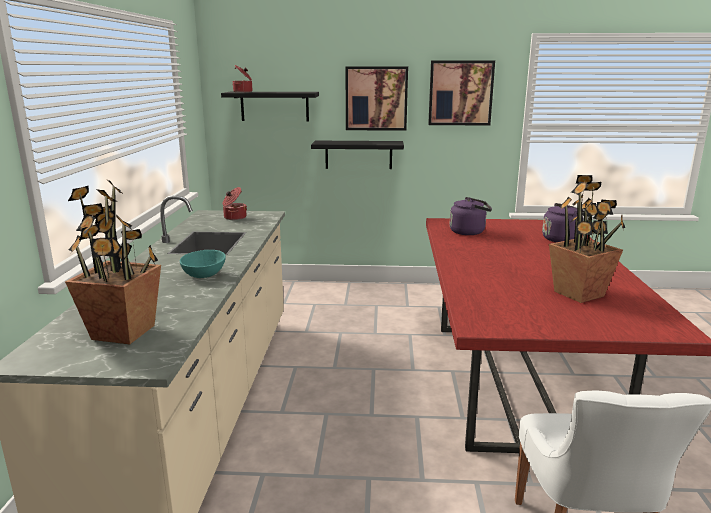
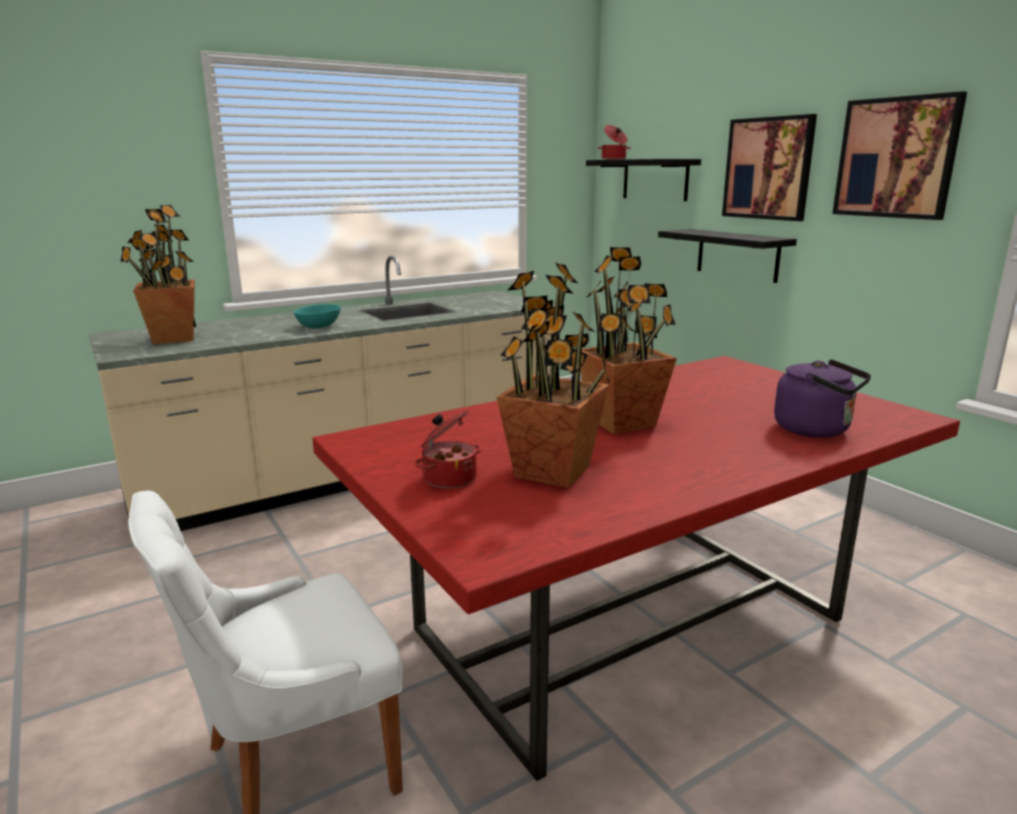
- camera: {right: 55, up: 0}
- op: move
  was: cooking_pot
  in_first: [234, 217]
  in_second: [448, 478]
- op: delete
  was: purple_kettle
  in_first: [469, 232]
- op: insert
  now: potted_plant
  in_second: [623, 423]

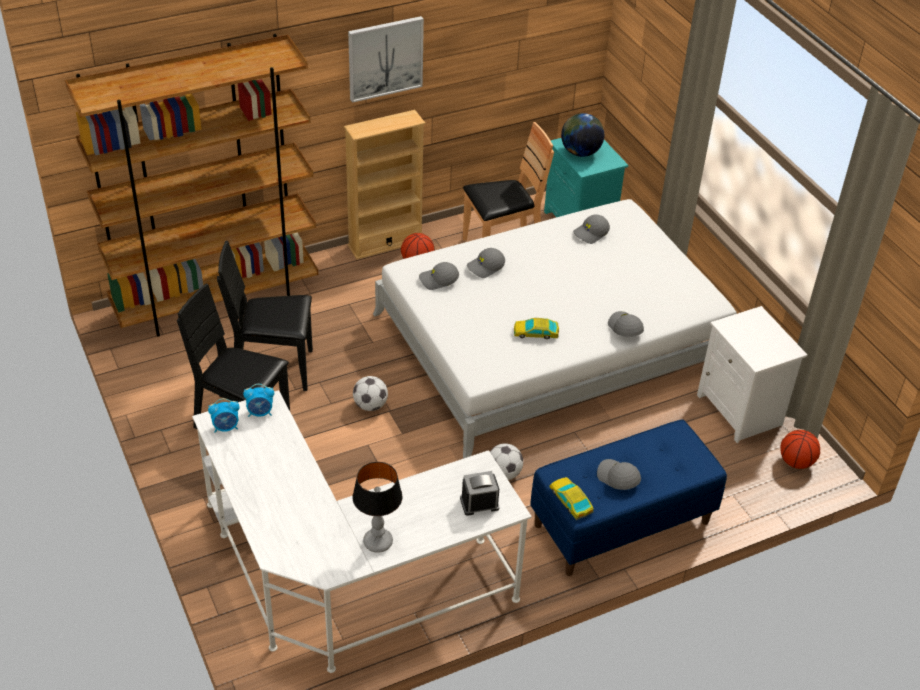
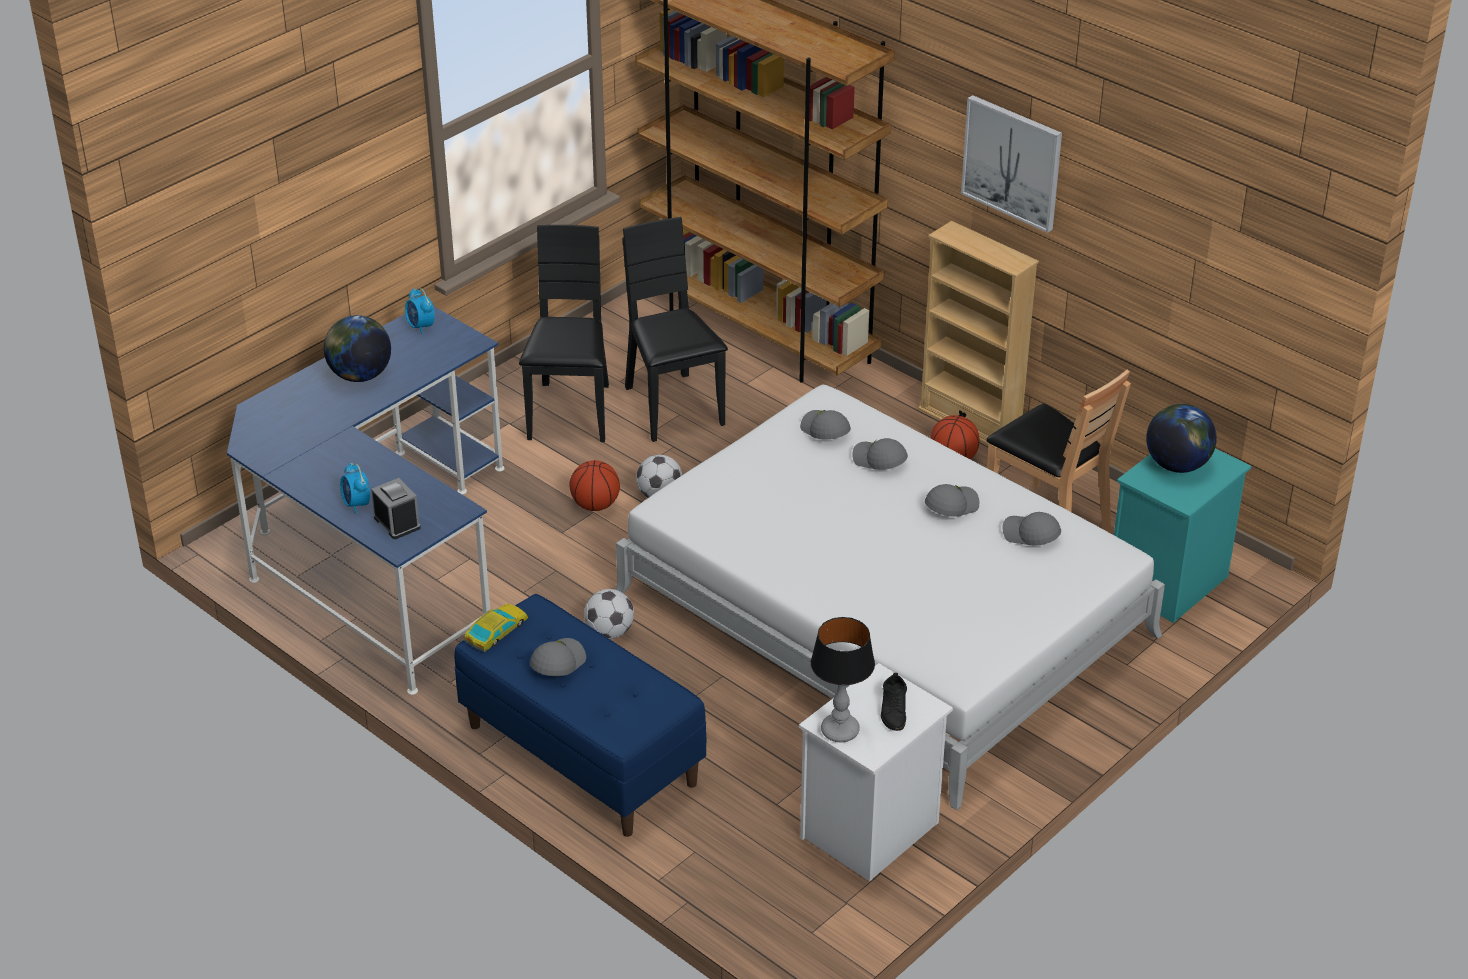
- camera: {right: 70, up: -5}
- op: recolor
  was: white_desk
  now: blue_desk
  in_first: [344, 580]
  in_second: [378, 553]
- op: move
  was: alarm_clock
  in_first: [260, 412]
  in_second: [356, 504]
- op: move
  was: table_lamp
  in_first: [377, 542]
  in_second: [839, 731]
- op: delete
  was: toy_car
  in_first: [536, 333]
- op: move
  was: grey_cap
  in_first: [624, 328]
  in_second: [951, 505]
- op: move
  was: basketball
  in_first: [796, 462]
  in_second: [595, 505]
- op: insert
  now: globe
  in_second: [360, 375]
- op: insert
  now: black_shoe
  in_second: [893, 709]

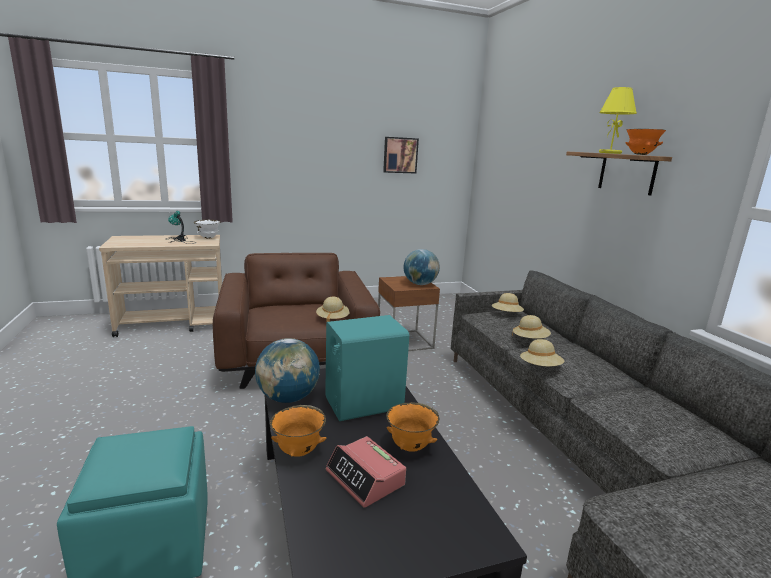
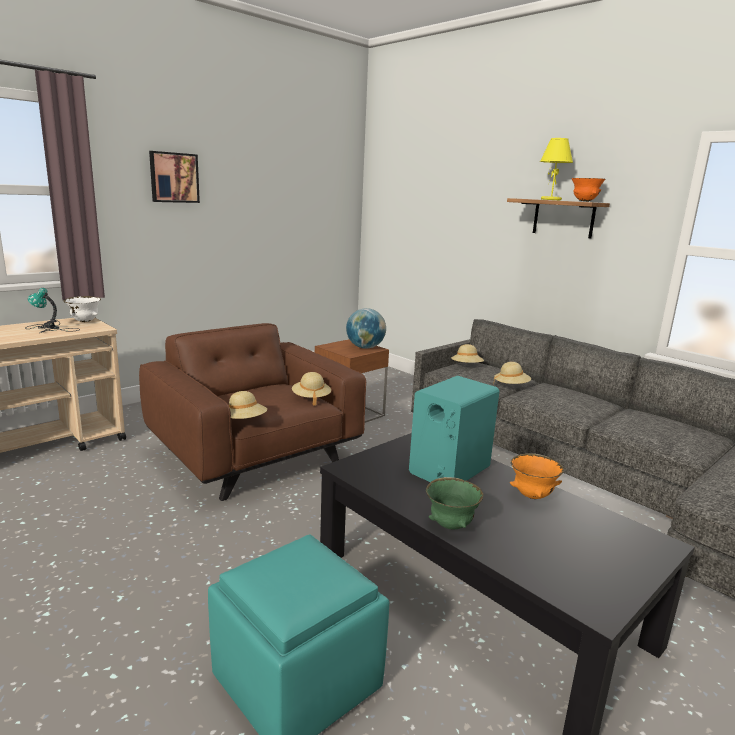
- camera: {right: -25, up: 0}
- op: delete
  was: globe
  in_first: [288, 398]
- op: recolor
  was: orange_bowl
  now: green_bowl
  in_first: [299, 452]
  in_second: [451, 525]
- op: delete
  was: alarm_clock
  in_first: [365, 478]
- op: move
  was: picture
  in_first: [400, 155]
  in_second: [174, 177]
- op: move
  was: beige_hat
  in_first: [540, 367]
  in_second: [244, 421]

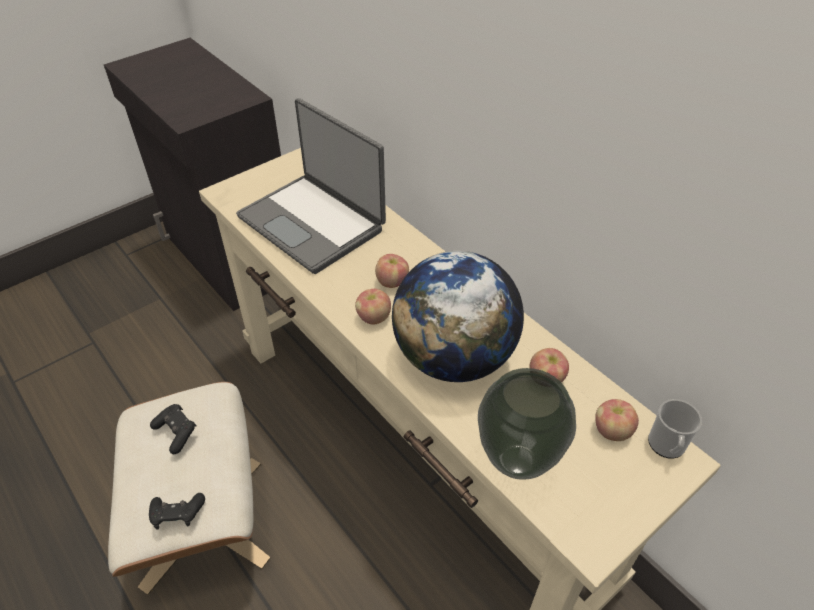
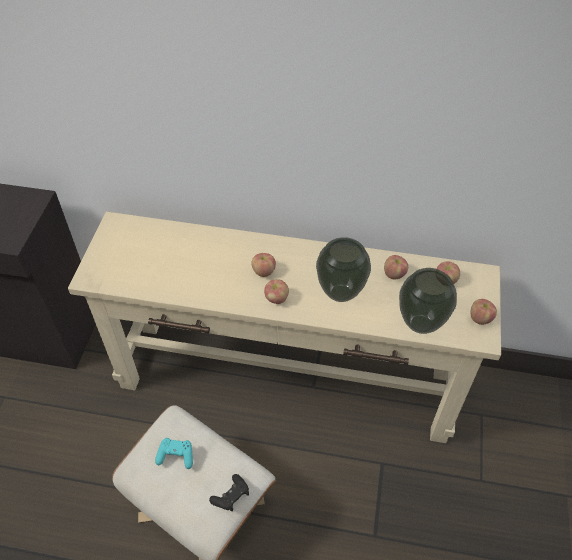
- camera: {right: -40, up: 5}
- op: recolor
  was: black_game_controller
  now: turquoise_game_controller
  in_first: [177, 432]
  in_second: [176, 456]
- op: delete
  was: laptop
  in_first: [313, 223]
- op: replace
  was: globe
  now: vase
  in_first: [454, 358]
  in_second: [341, 293]
- op: delete
  was: mug
  in_first: [667, 447]
- op: insert
  now: apple
  in_second: [480, 318]

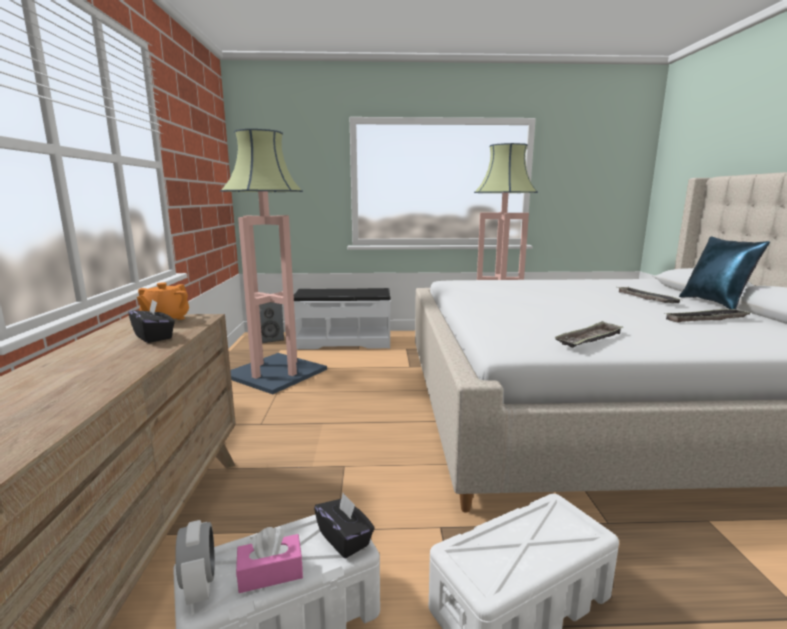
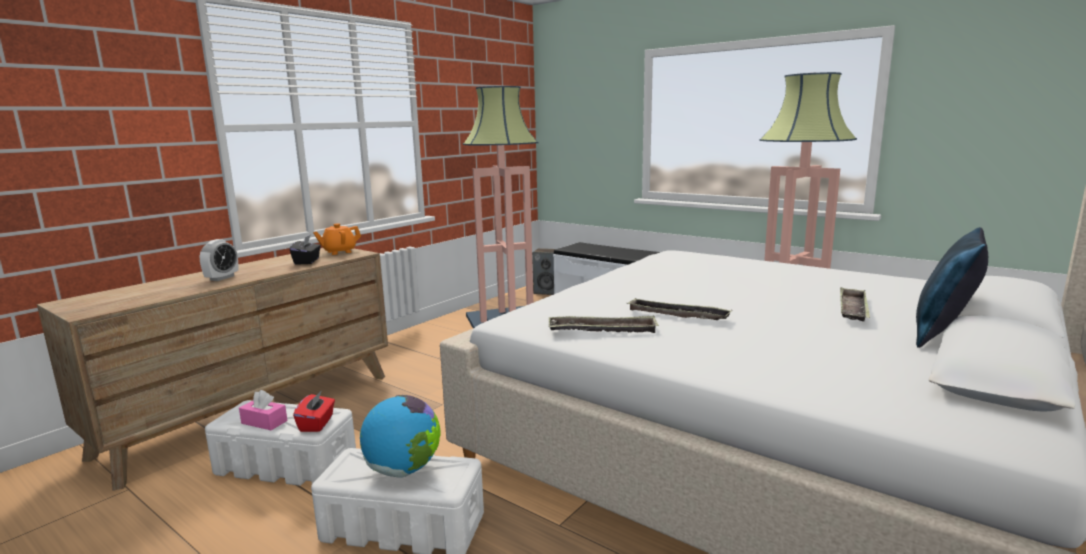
- camera: {right: 40, up: 0}
- op: move
  was: alarm_clock
  in_first: [200, 586]
  in_second: [222, 278]
- op: recolor
  was: black_tissue_box
  now: red_tissue_box
  in_first: [344, 539]
  in_second: [317, 424]
- op: move
  was: tray
  in_first: [706, 319]
  in_second: [677, 315]
- op: insert
  now: globe
  in_second: [403, 470]

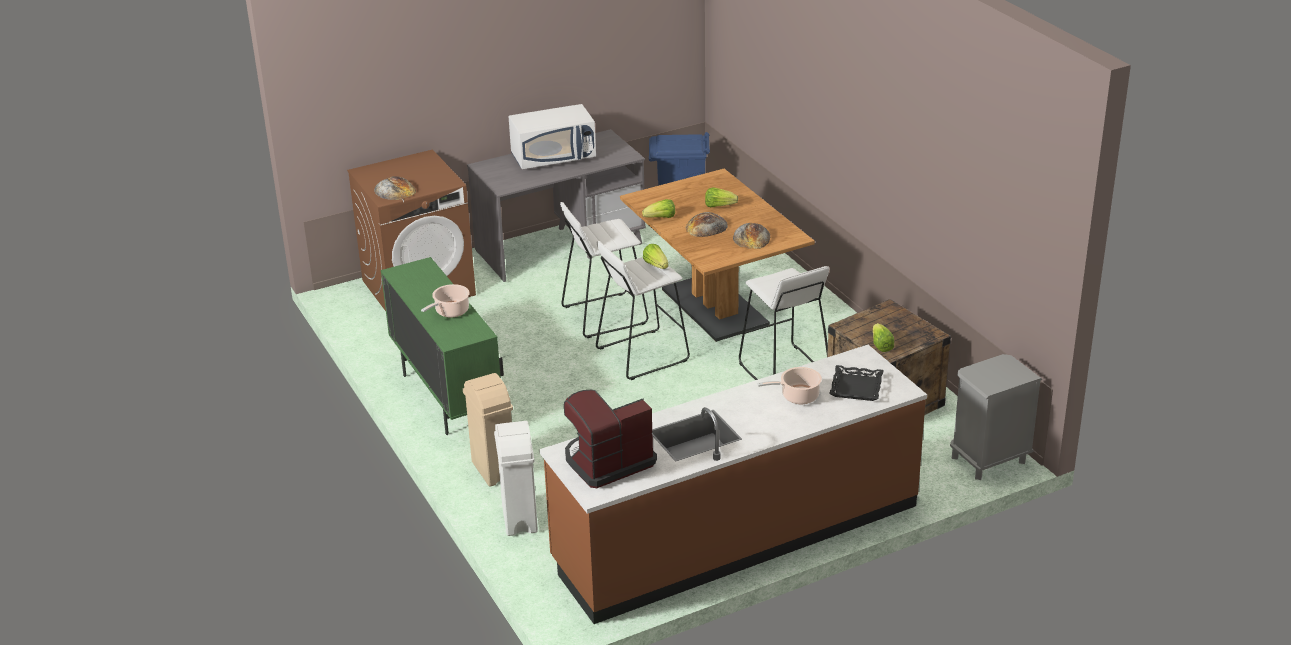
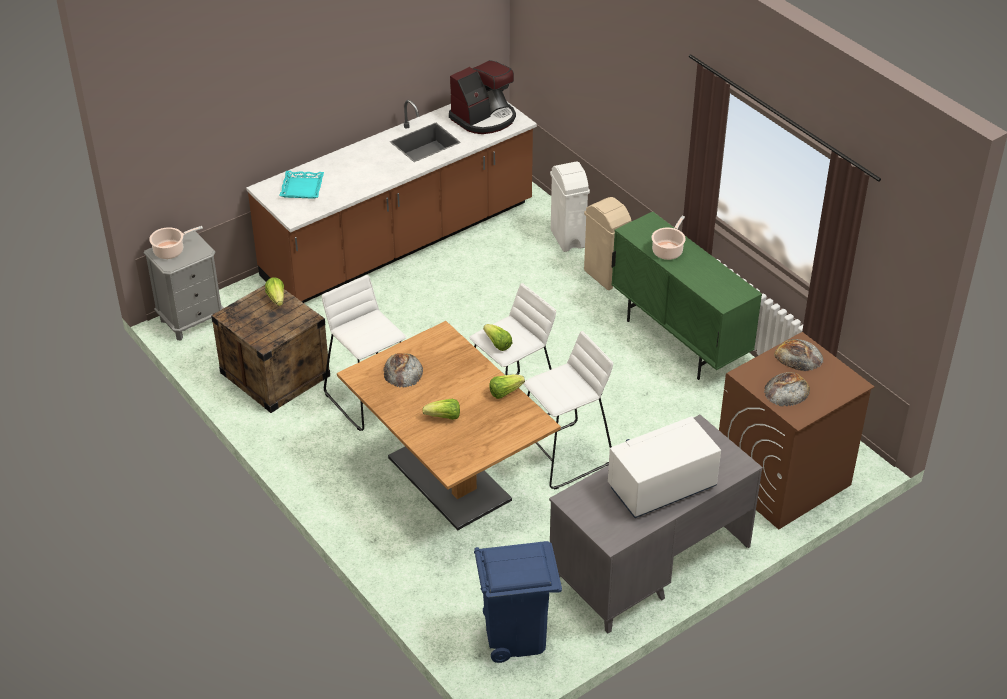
- camera: {right: 170, up: 10}
- op: move
  was: bread
  in_first: [706, 227]
  in_second: [787, 390]
- op: move
  was: cooking_pot
  in_first: [797, 396]
  in_second: [171, 251]
- op: recolor
  was: black_tray
  now: turquoise_tray
  in_first: [855, 387]
  in_second: [302, 188]

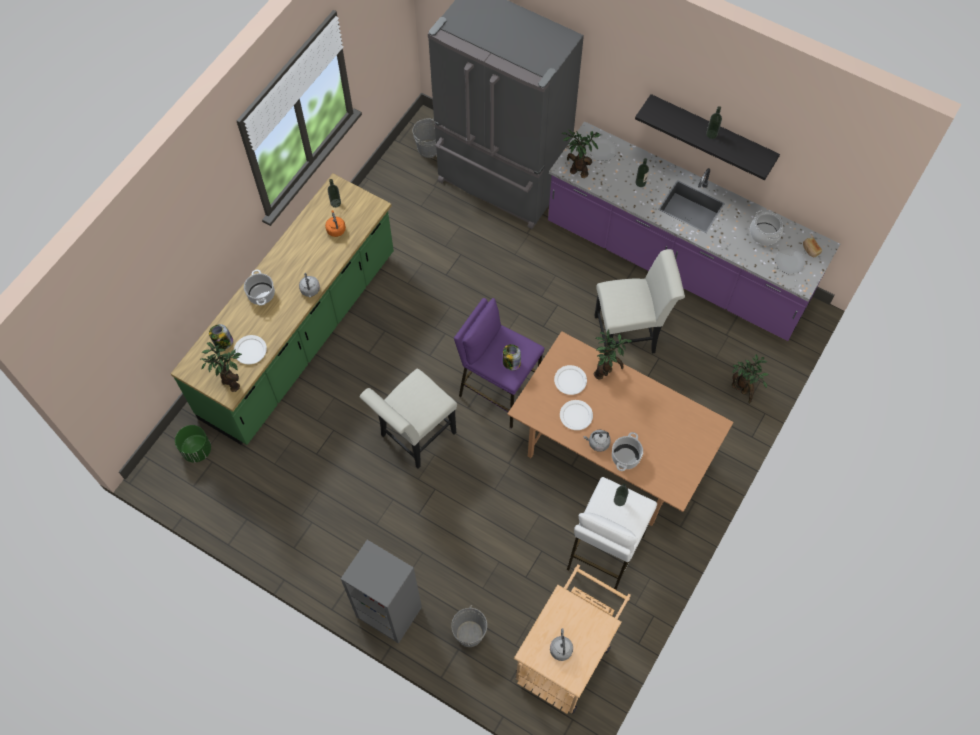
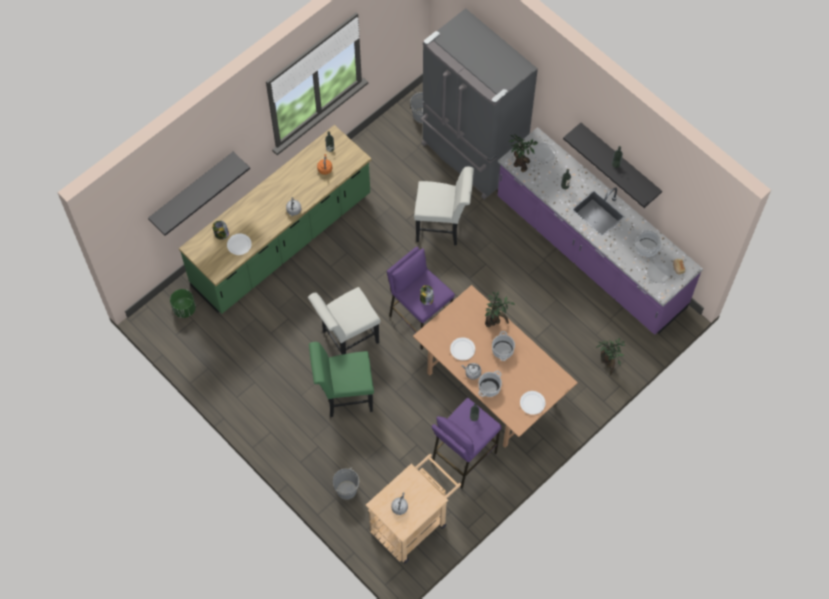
- camera: {right: 15, up: 0}
- op: delete
  was: potted_plant
  in_first: [230, 381]
- op: move
  was: cooking_pot
  in_first: [261, 294]
  in_second: [502, 350]
- op: delete
  was: grey_bookcase
  in_first: [388, 612]
- op: move
  was: white_plate
  in_first: [570, 380]
  in_second: [532, 403]
- op: recolor
  was: white_stool
  now: purple_stool
  in_first: [604, 552]
  in_second: [463, 457]
- op: move
  was: white_chair
  in_first: [630, 333]
  in_second: [442, 226]
- op: insert
  now: black_shelf
  in_second: [192, 190]
- op: insert
  now: green_chair
  in_second: [344, 395]

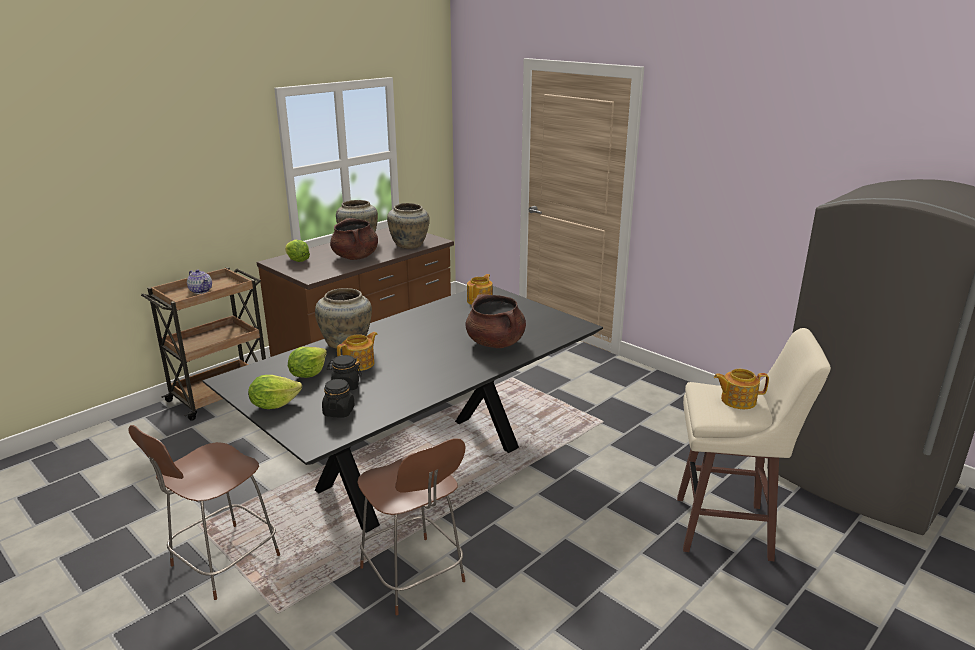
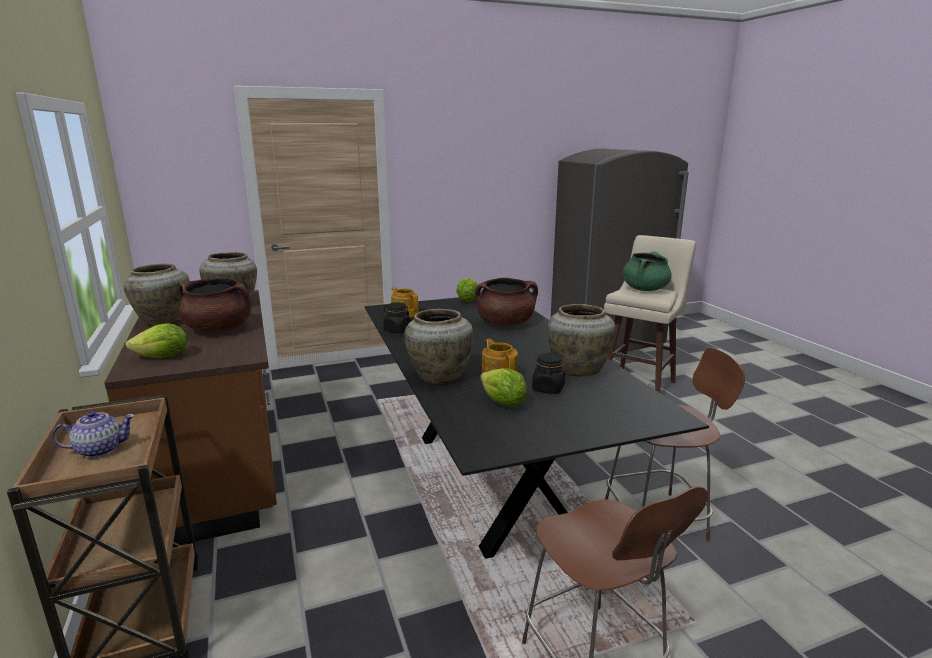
- camera: {right: -65, up: -5}
- op: move
  was: lettuce
  in_first: [274, 405]
  in_second: [467, 301]
- op: move
  was: black_jar
  in_first: [339, 411]
  in_second: [397, 330]
- op: replace
  was: teapot
  now: green_cooking_pot
  in_first: [737, 400]
  in_second: [645, 289]
- op: insert
  now: beige_vase
  in_second: [578, 369]

